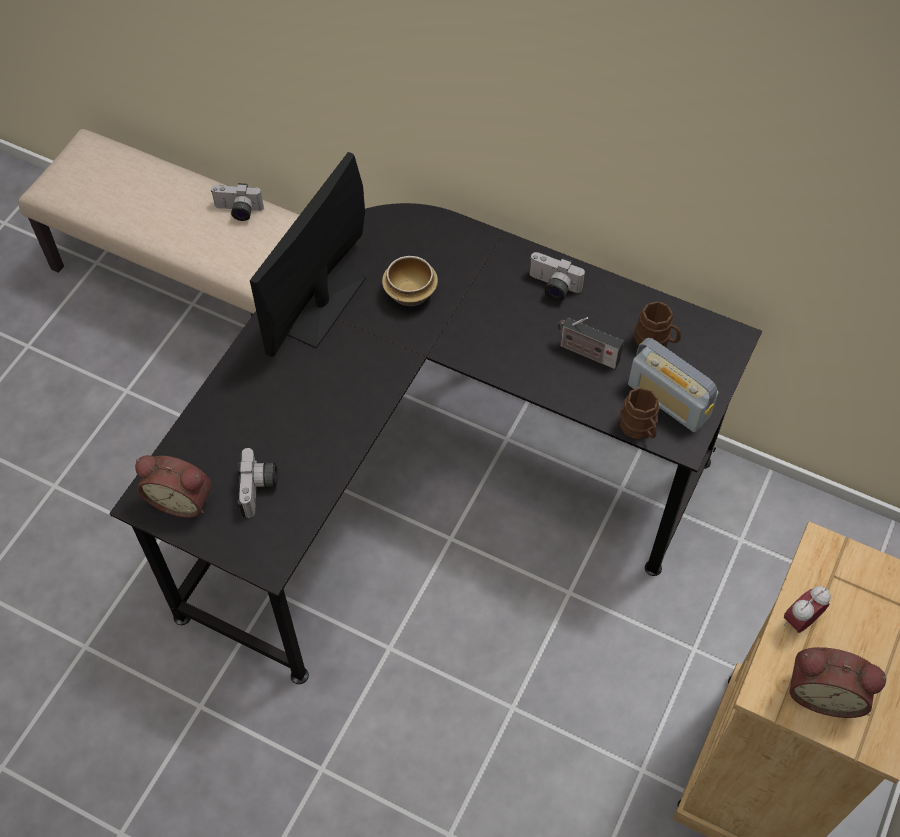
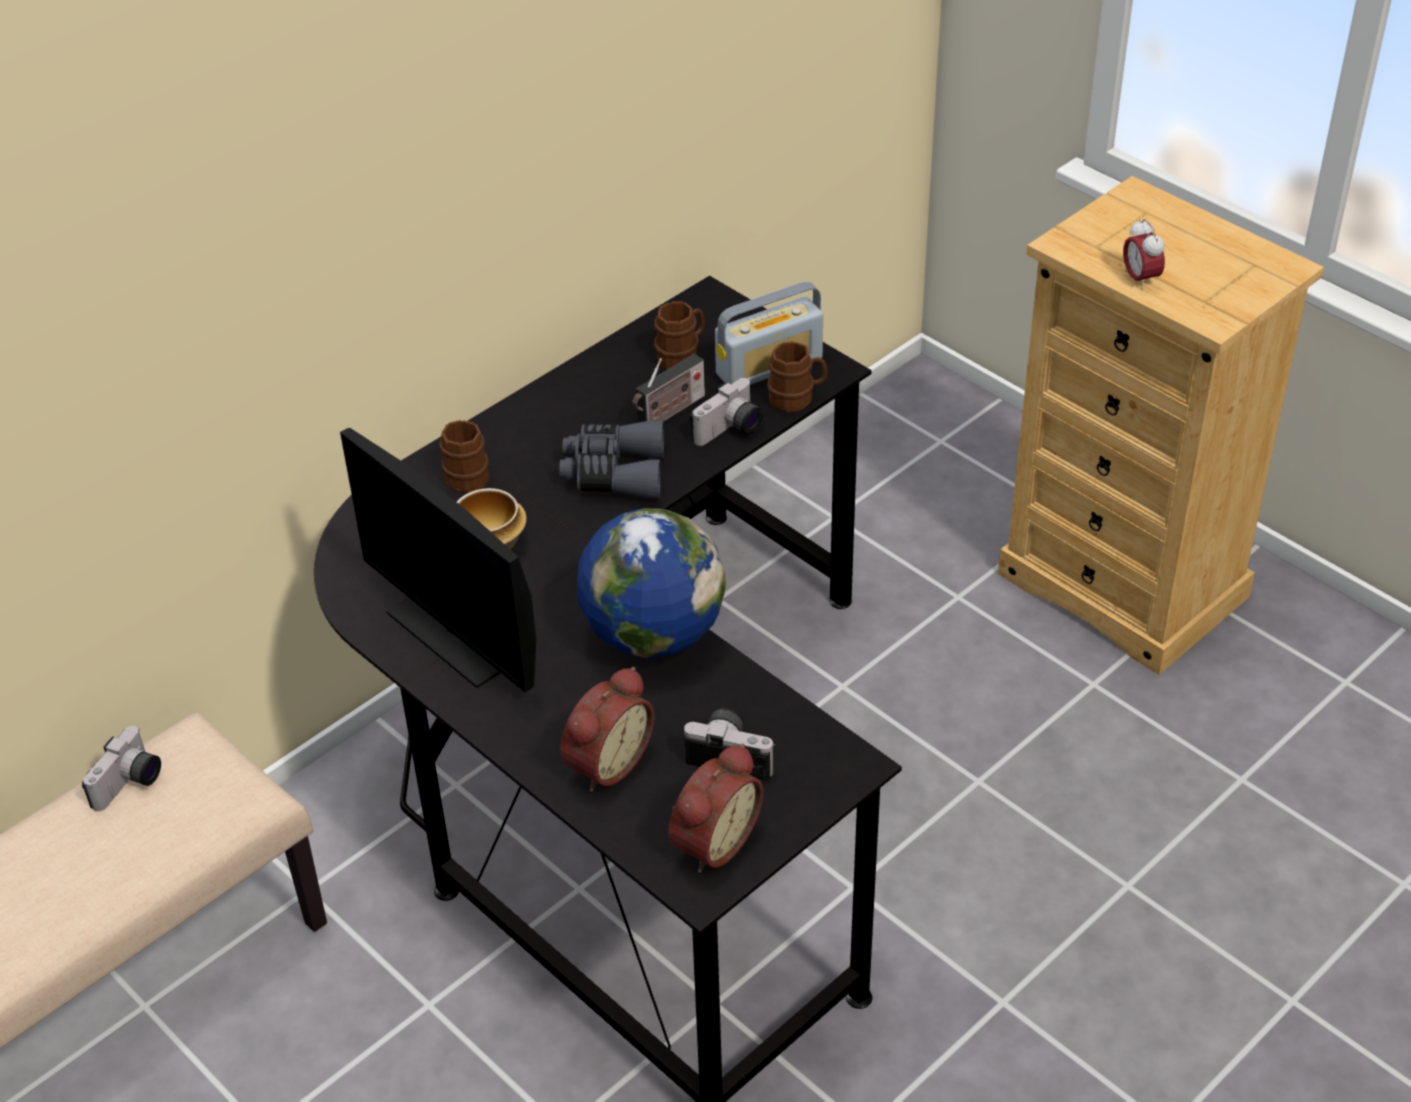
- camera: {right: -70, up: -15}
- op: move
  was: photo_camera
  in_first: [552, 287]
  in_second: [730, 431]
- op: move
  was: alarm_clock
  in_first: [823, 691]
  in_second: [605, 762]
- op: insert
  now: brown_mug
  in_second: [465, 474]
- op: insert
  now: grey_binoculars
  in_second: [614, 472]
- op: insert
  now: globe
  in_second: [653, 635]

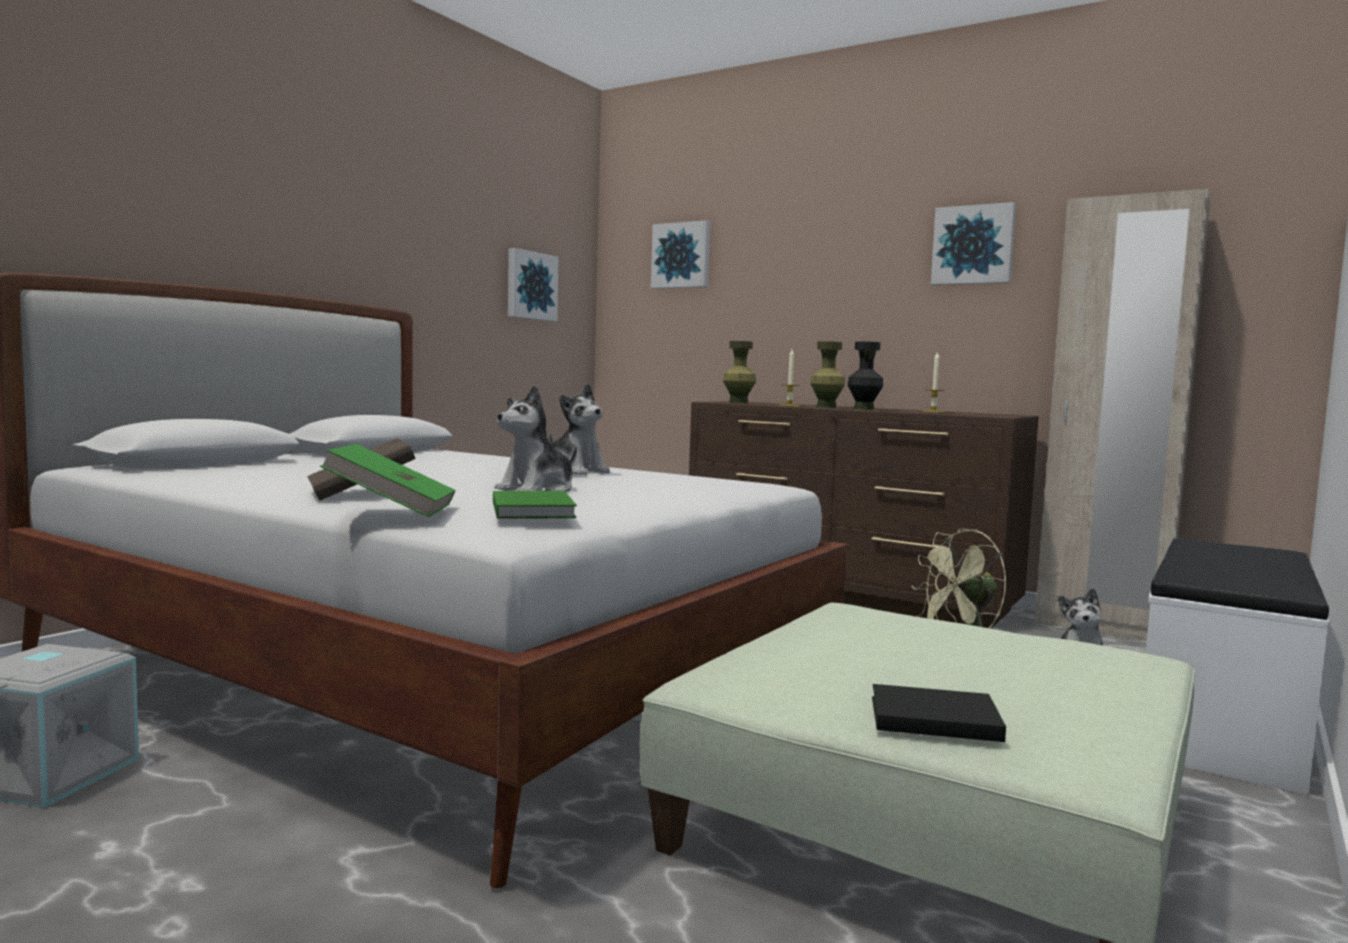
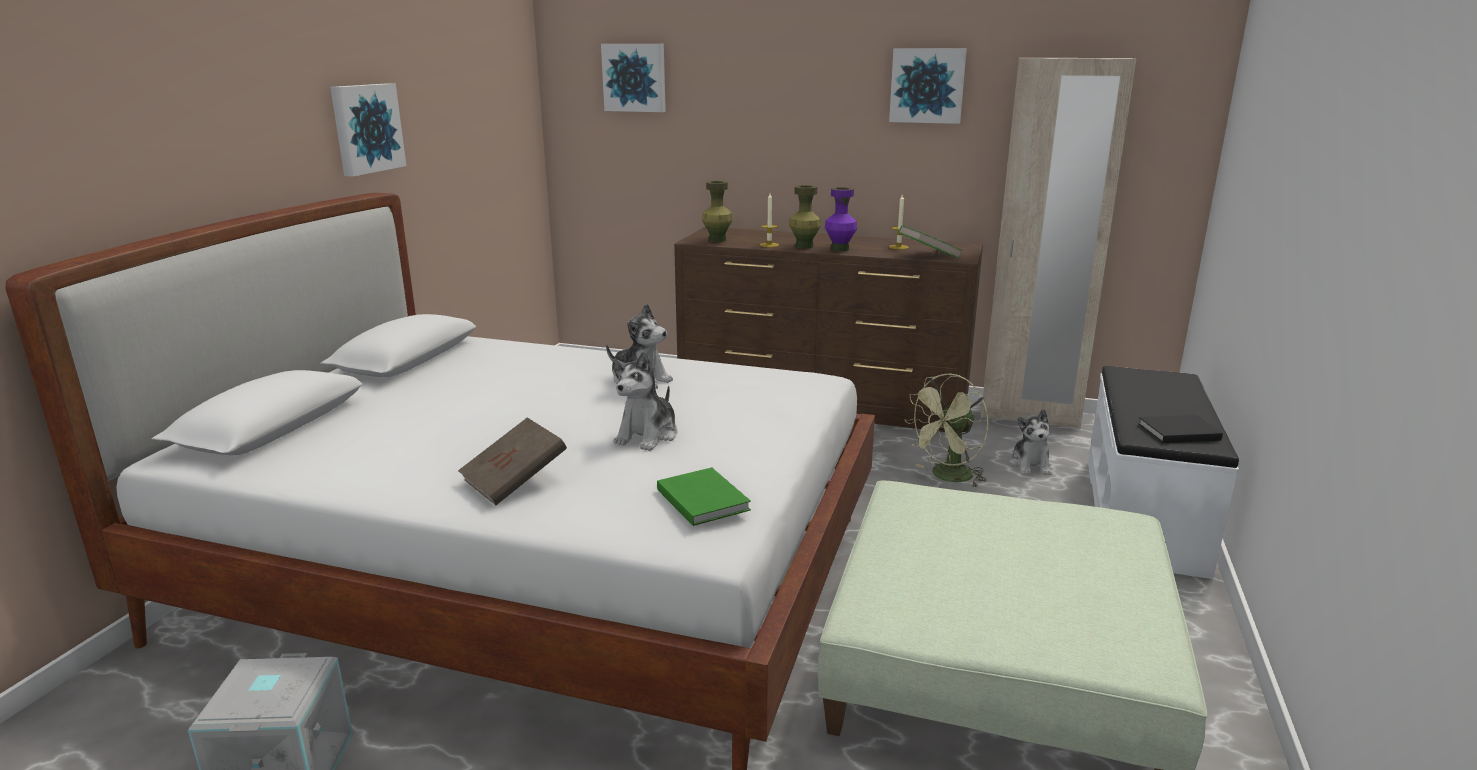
- camera: {right: -15, up: 15}
- op: move
  was: green_book
  in_first: [391, 509]
  in_second: [928, 255]
- op: move
  was: picture
  in_first: [530, 286]
  in_second: [366, 128]
- op: recolor
  was: black_vase
  now: purple_vase
  in_first: [864, 409]
  in_second: [840, 249]
- op: move
  was: black_book
  in_first: [930, 717]
  in_second: [1176, 432]

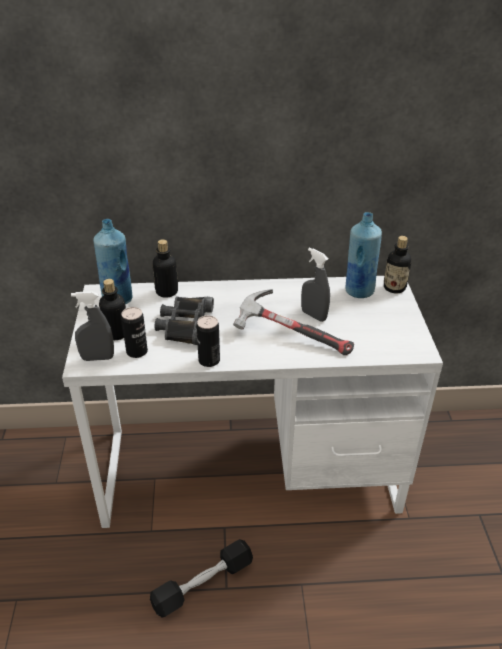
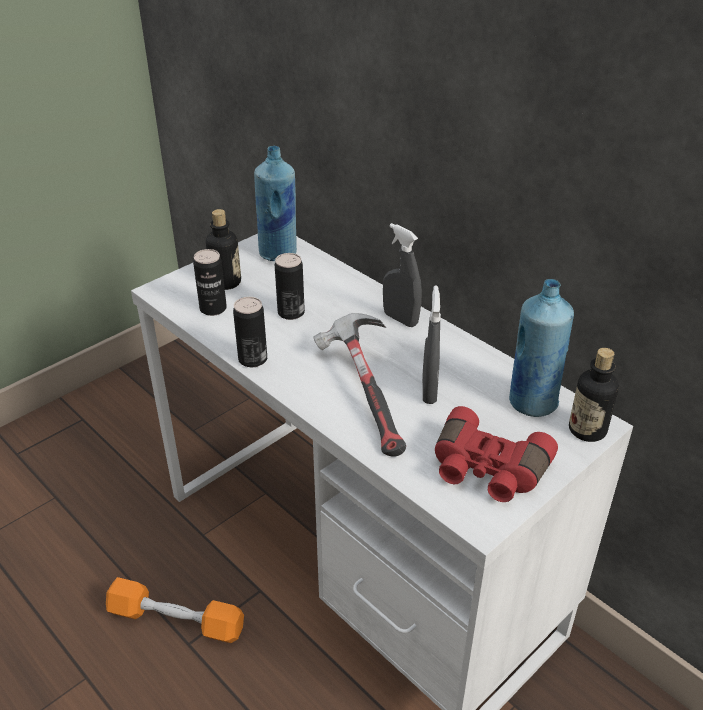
- camera: {right: 50, up: 0}
- op: move
  was: grey_spray_bottle
  in_first: [97, 358]
  in_second: [400, 319]
- op: recolor
  was: black_dumbbell
  now: orange_dumbbell
  in_first: [203, 584]
  in_second: [176, 620]
- op: delete
  was: bottle
  in_first: [167, 291]
- op: replace
  was: black_binoculars
  now: can
  in_first: [184, 324]
  in_second: [291, 313]
- op: insert
  now: red_binoculars
  in_second: [486, 471]

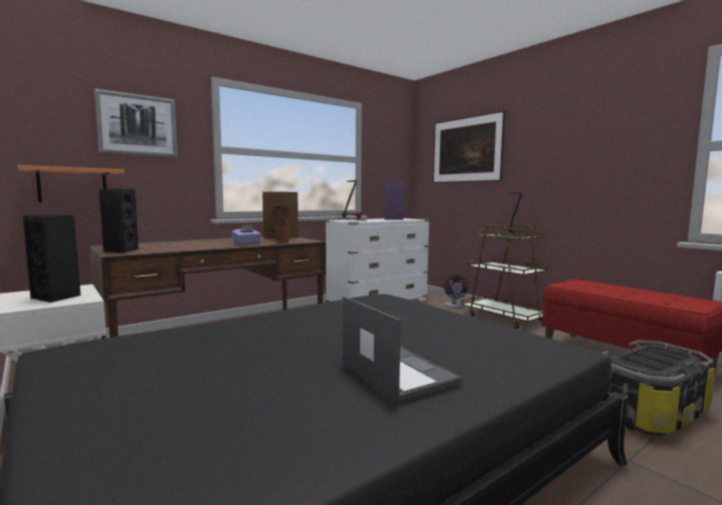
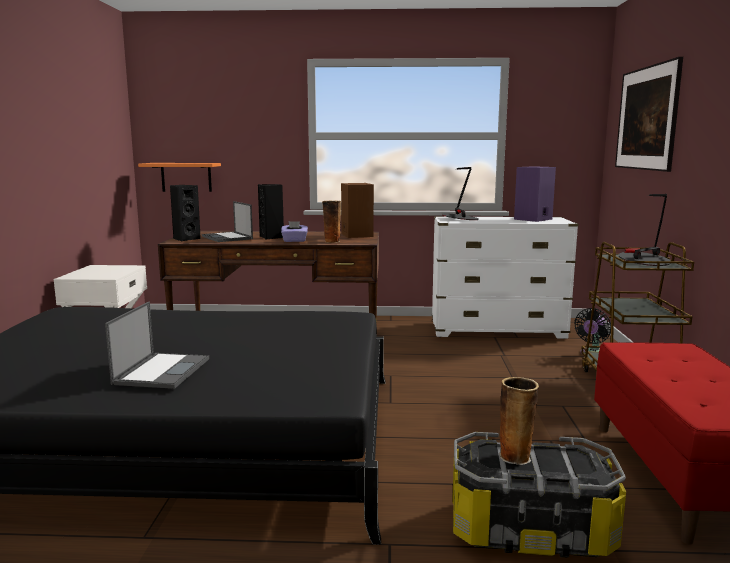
- camera: {right: 40, up: 5}
- op: move
  was: black_speaker
  in_first: [57, 297]
  in_second: [272, 237]
- op: delete
  was: picture
  in_first: [137, 125]
- op: insert
  now: laptop
  in_second: [227, 238]
- op: insert
  now: vase
  in_second: [515, 457]

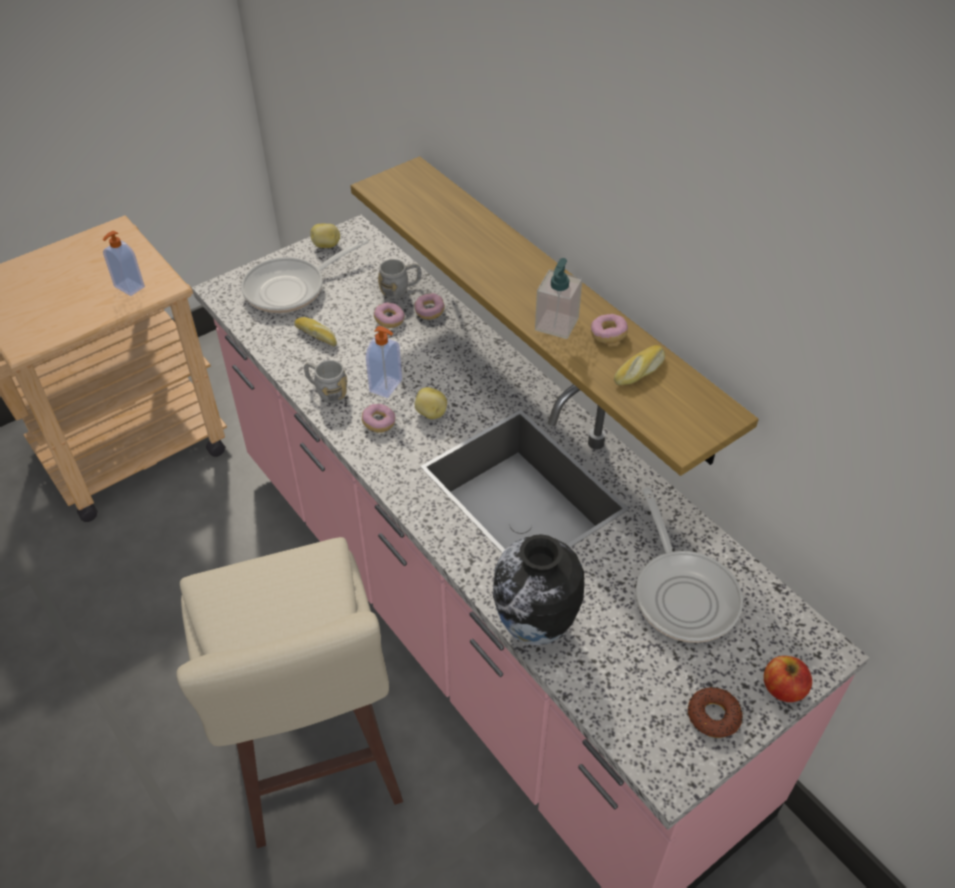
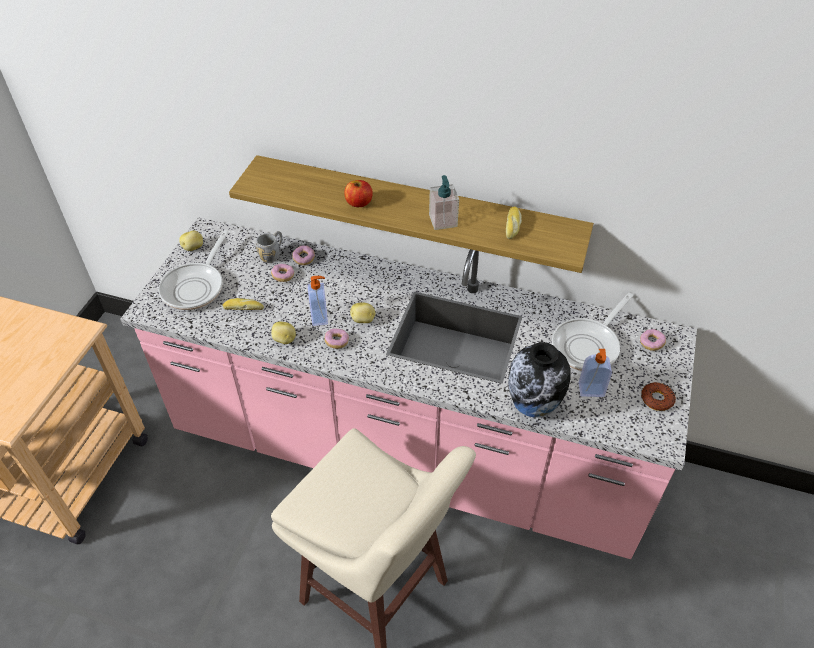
- camera: {right: -35, up: 0}
- op: move
  was: soap_dispenser
  in_first: [128, 287]
  in_second: [591, 391]
- op: replace
  was: grey_mug
  now: potato
  in_first: [326, 392]
  in_second: [284, 340]
- op: move
  was: donut
  in_first: [608, 335]
  in_second: [651, 343]
- op: rotate
  was: frying_pan
  in_first: [683, 593]
  in_second: [588, 345]
  clockwise: 90
- op: move
  was: apple
  in_first: [783, 688]
  in_second: [359, 203]

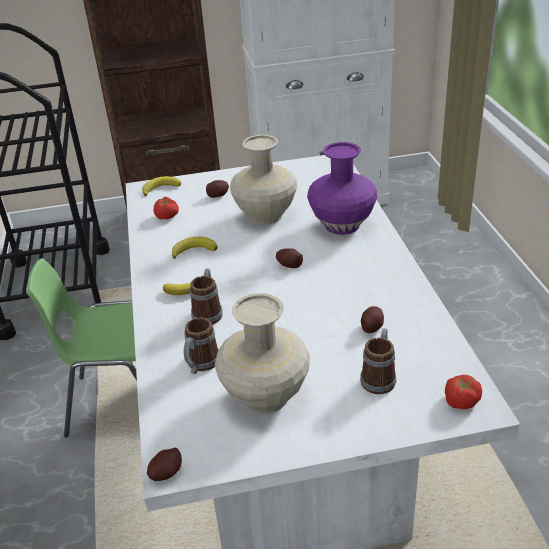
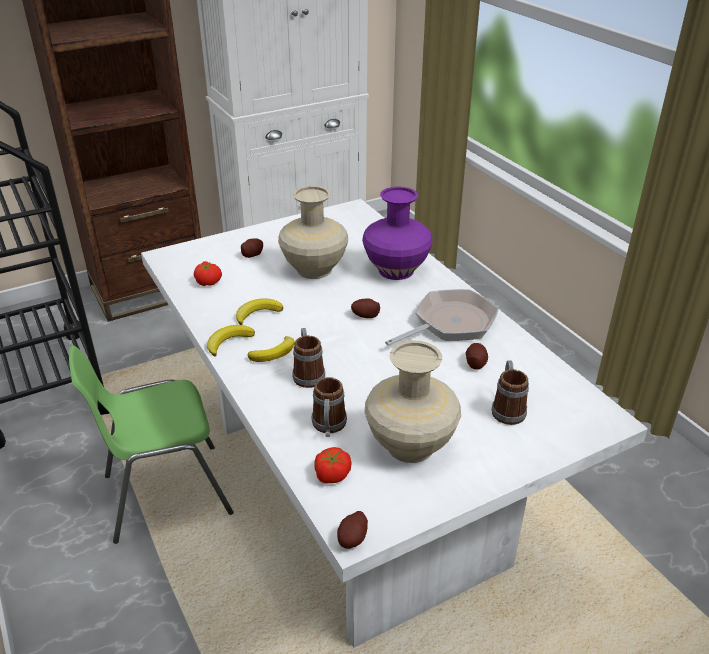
- camera: {right: -20, up: 0}
- op: move
  was: banana
  in_first: [160, 188]
  in_second: [228, 342]
- op: move
  was: tomato
  in_first: [460, 400]
  in_second: [331, 474]
- op: insert
  now: frying_pan
  in_second: [450, 323]

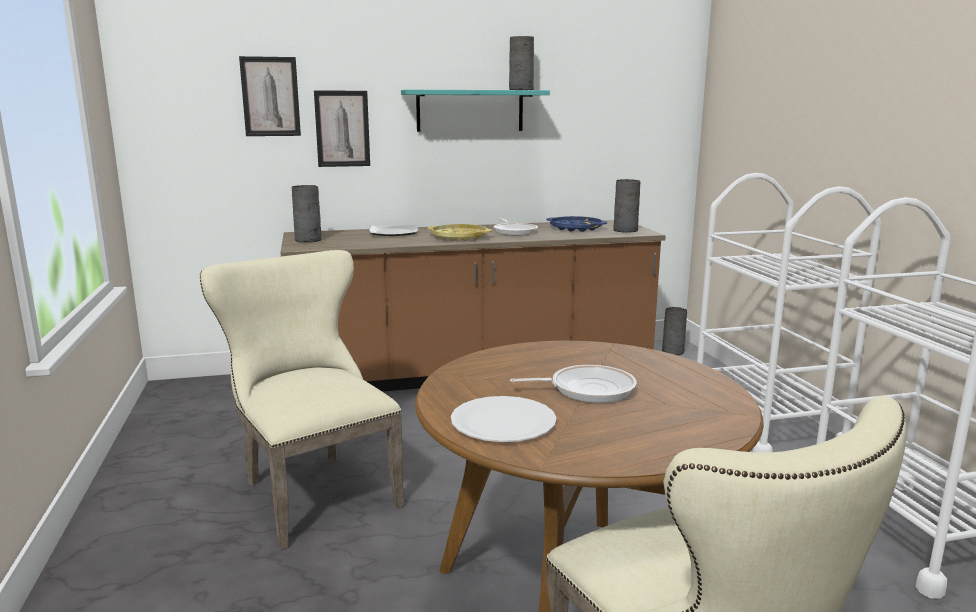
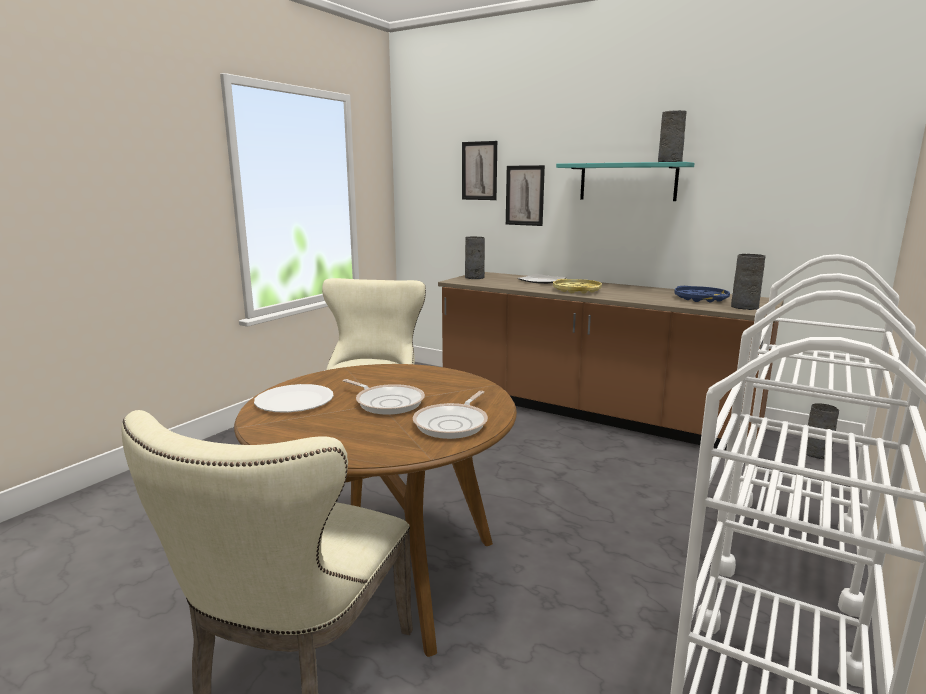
- camera: {right: 45, up: 0}
- op: move
  was: frying_pan
  in_first: [514, 231]
  in_second: [453, 424]

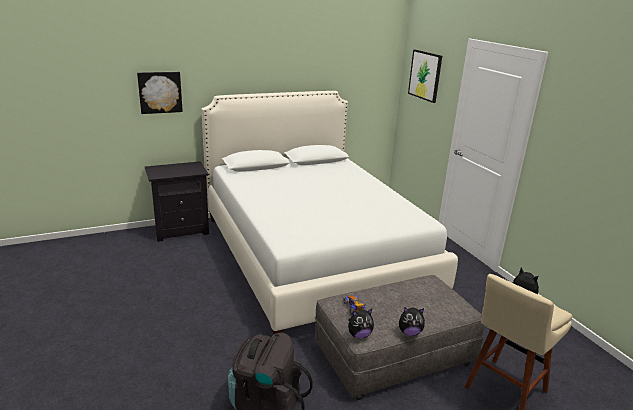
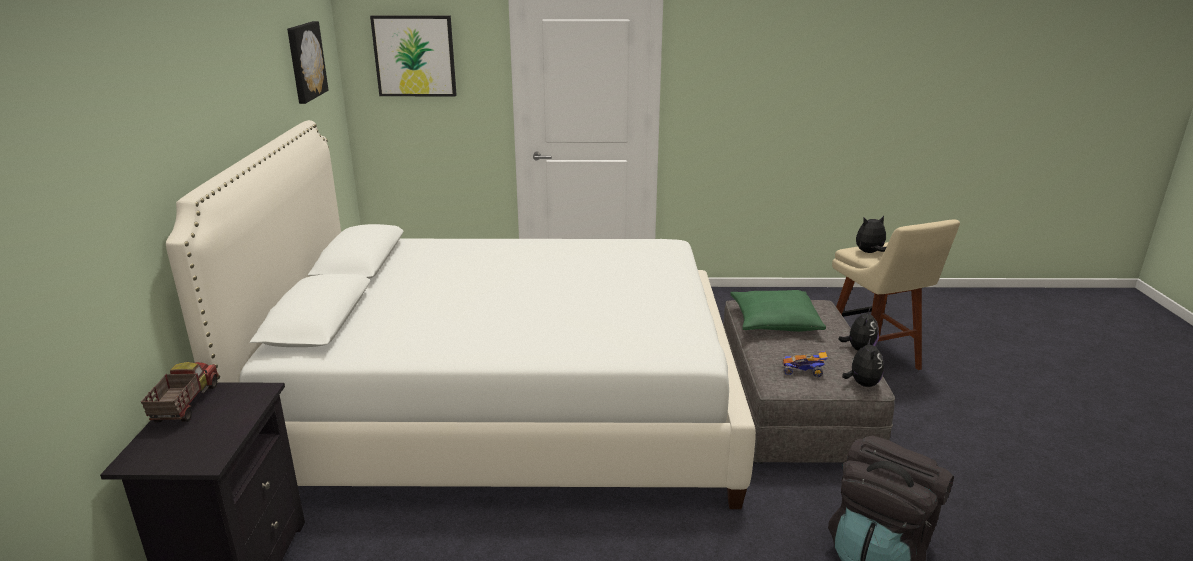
- camera: {right: -65, up: 0}
- op: move
  was: picture
  in_first: [160, 92]
  in_second: [305, 61]
- op: insert
  now: toy_truck
  in_second: [185, 405]
- op: insert
  now: green_pillow
  in_second: [774, 321]

